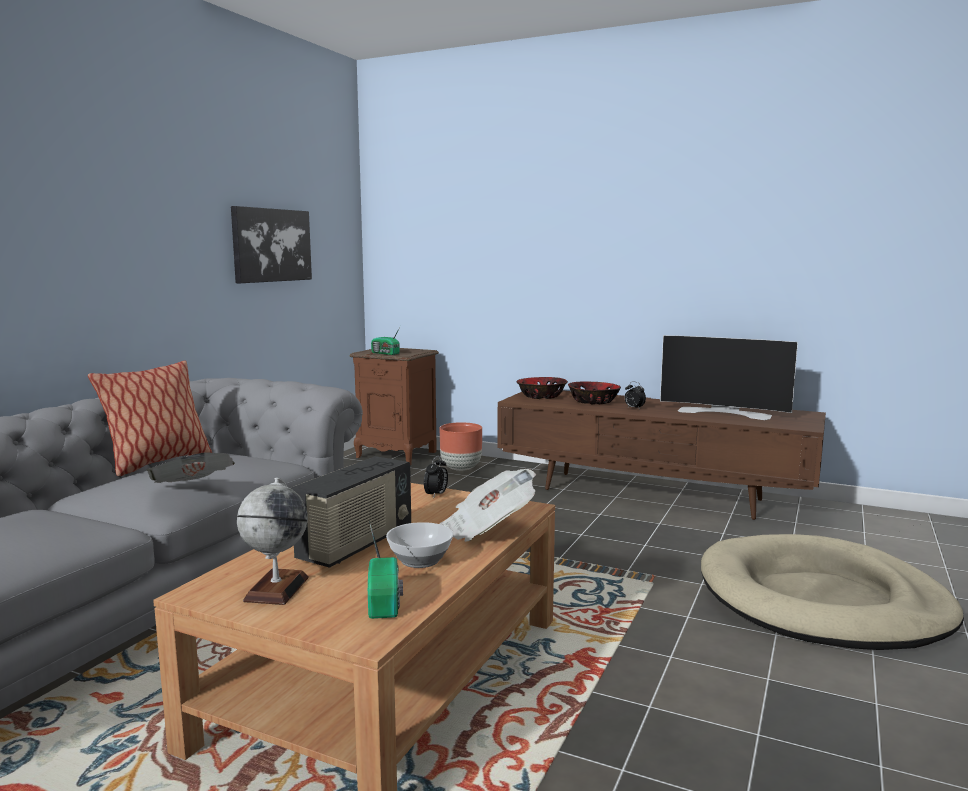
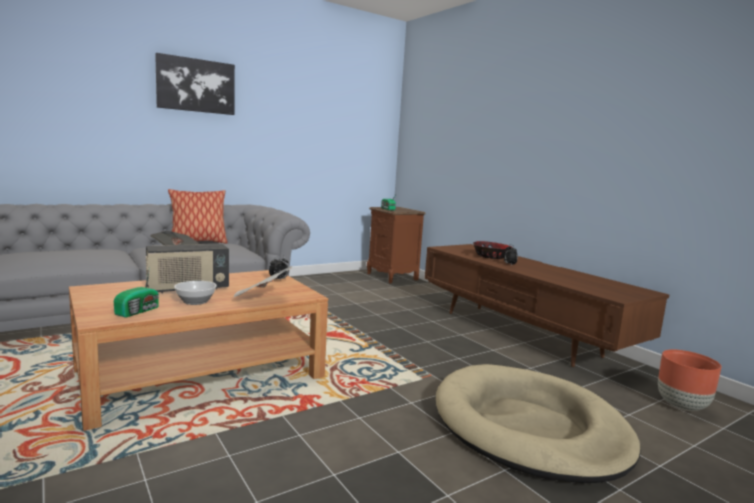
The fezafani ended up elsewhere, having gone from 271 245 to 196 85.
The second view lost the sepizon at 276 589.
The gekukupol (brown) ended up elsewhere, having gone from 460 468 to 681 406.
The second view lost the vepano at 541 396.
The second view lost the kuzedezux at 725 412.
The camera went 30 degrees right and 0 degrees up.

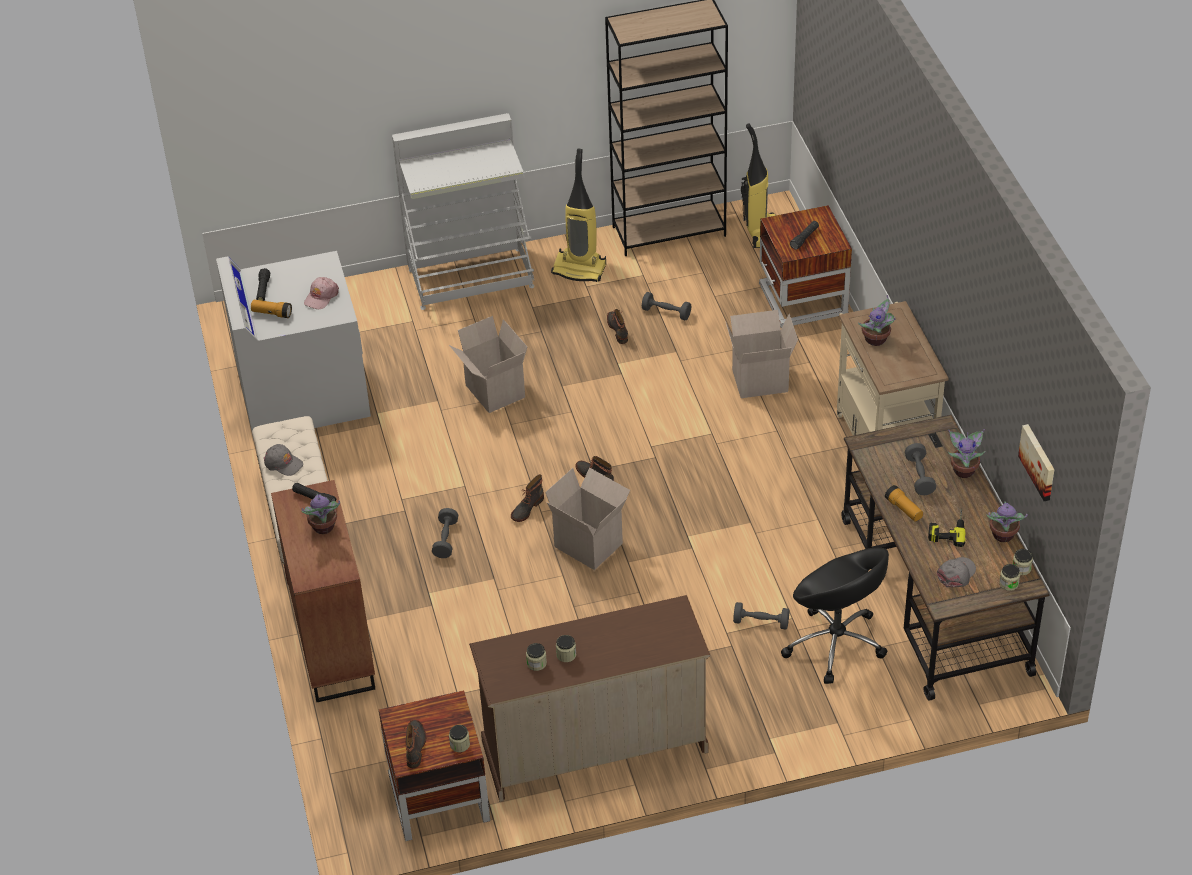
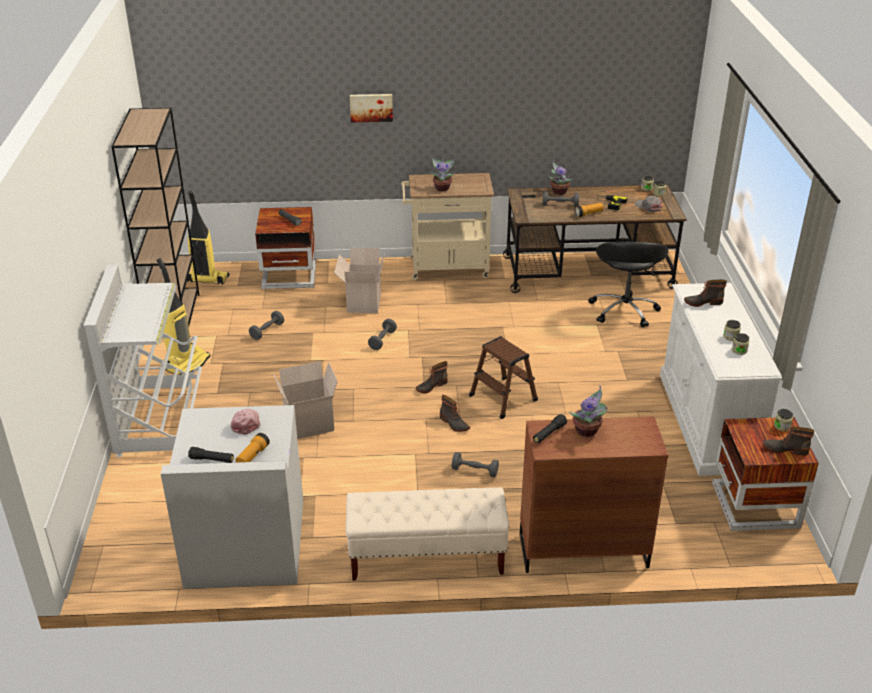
The second view lost the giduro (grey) at 283 463.
The giduro (pink) at 321 296 ended up facing another way, 135 degrees counterclockwise from before.
What was the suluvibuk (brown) at 593 746 turned into the suluvibuk (white) at 706 422.
Where the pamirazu stood at 590 544, the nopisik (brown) came to stand at 503 398.
The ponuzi ended up elsewhere, having gone from 618 329 to 702 302.
The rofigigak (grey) ended up elsewhere, having gone from 761 622 to 382 340.
The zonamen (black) at 836 645 ended up facing another way, 120 degrees clockwise from before.
The second view lost the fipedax at 1003 536.
The fezafani ended up elsewhere, having gone from 1039 462 to 371 107.
The camera went 80 degrees left and 10 degrees down.

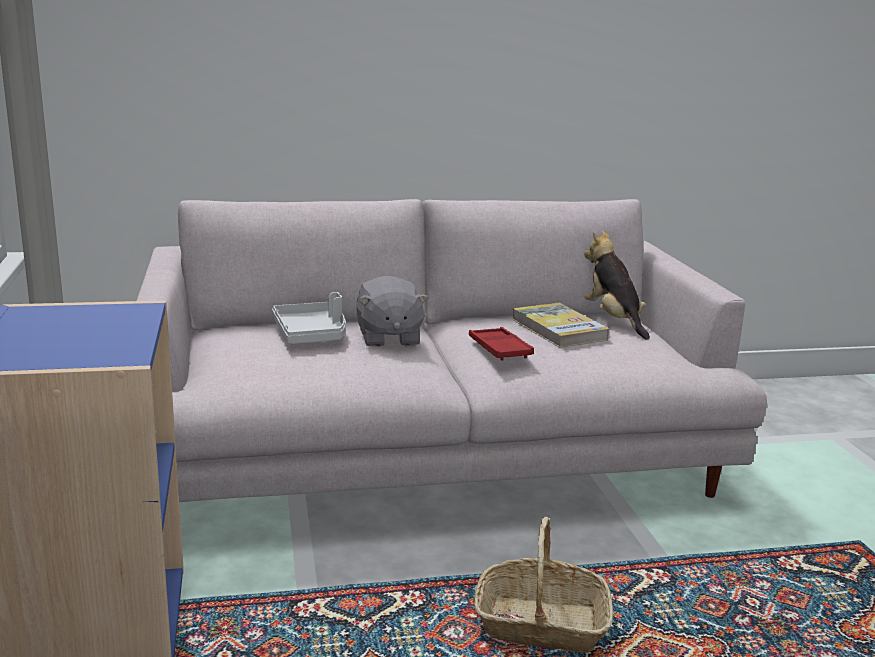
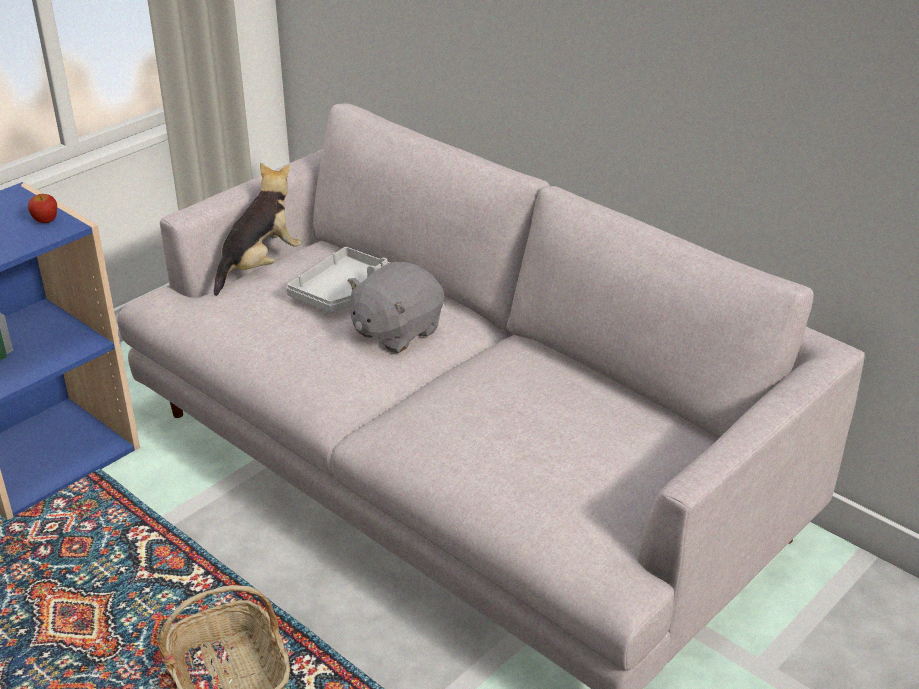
The second view lost the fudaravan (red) at 499 349.
The second view lost the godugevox at 558 329.
The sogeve ended up elsewhere, having gone from 613 320 to 259 266.
The second view gained the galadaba at 45 220.
The camera went 55 degrees right and 15 degrees up.

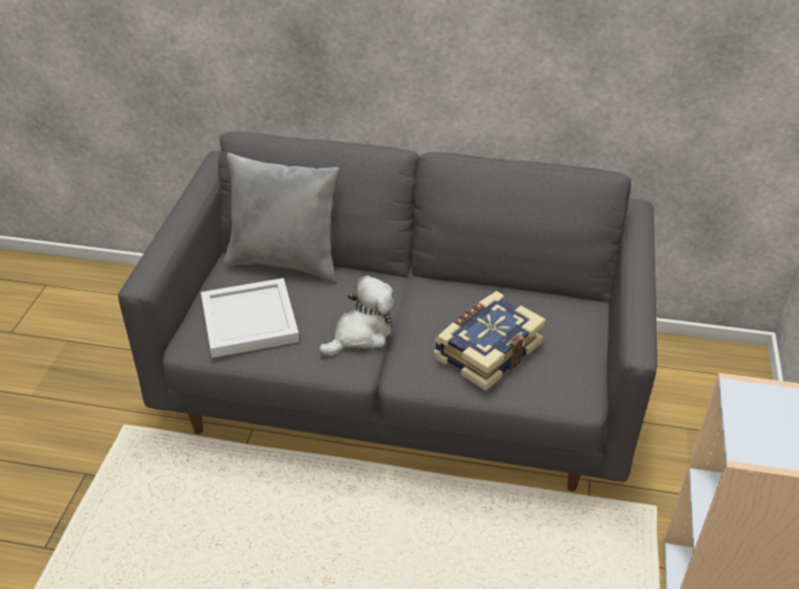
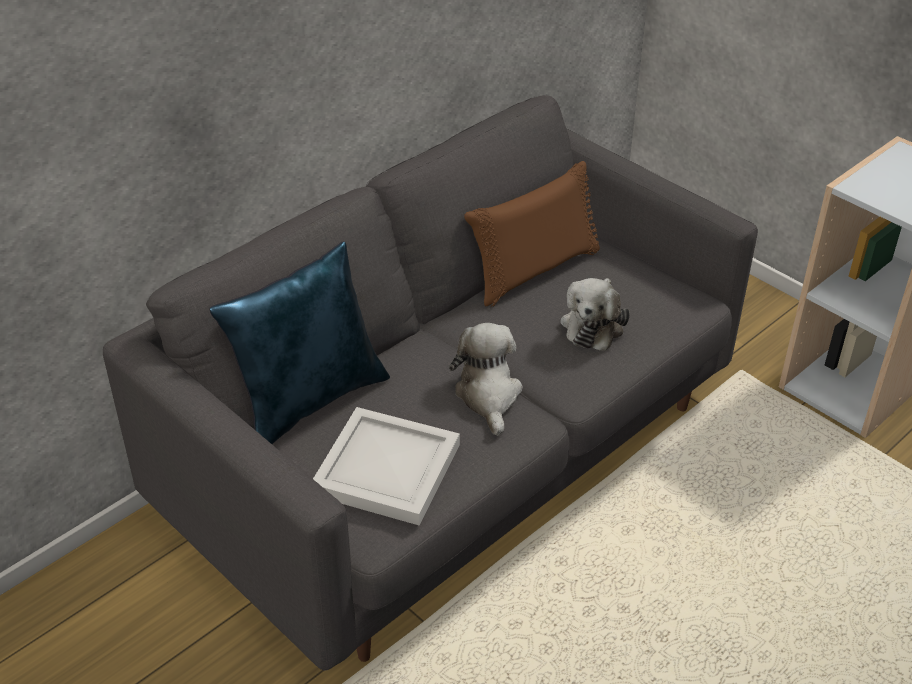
What was the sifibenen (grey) at 286 262 turned into the sifibenen (blue) at 310 400.
Where the godugevox stood at 486 350, the sogeve came to stand at 593 324.
The second view gained the sifibenen (brown) at 533 270.
The camera went 55 degrees left and 0 degrees up.

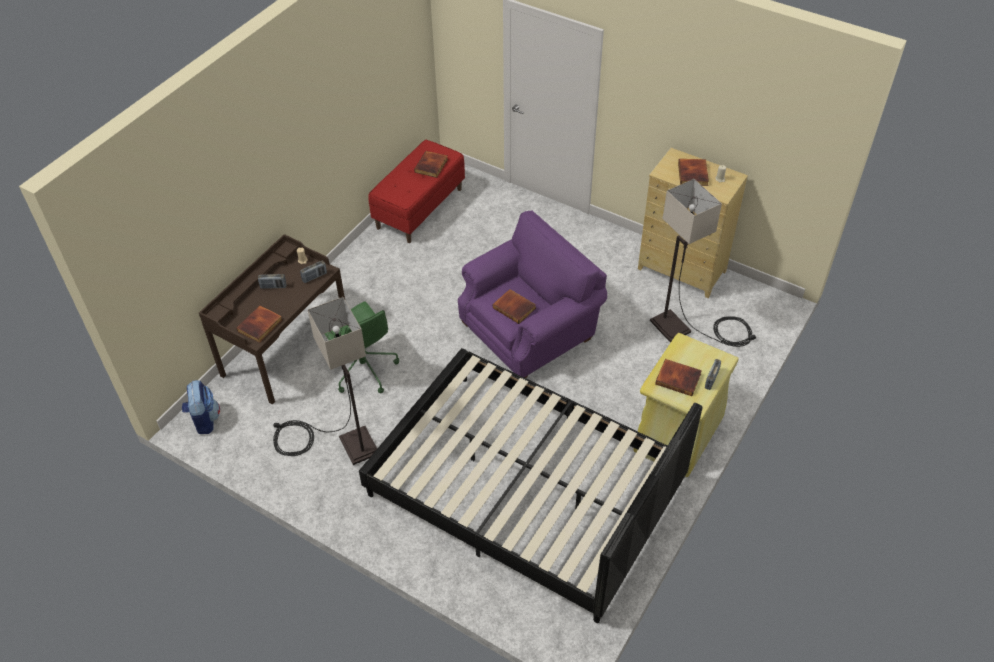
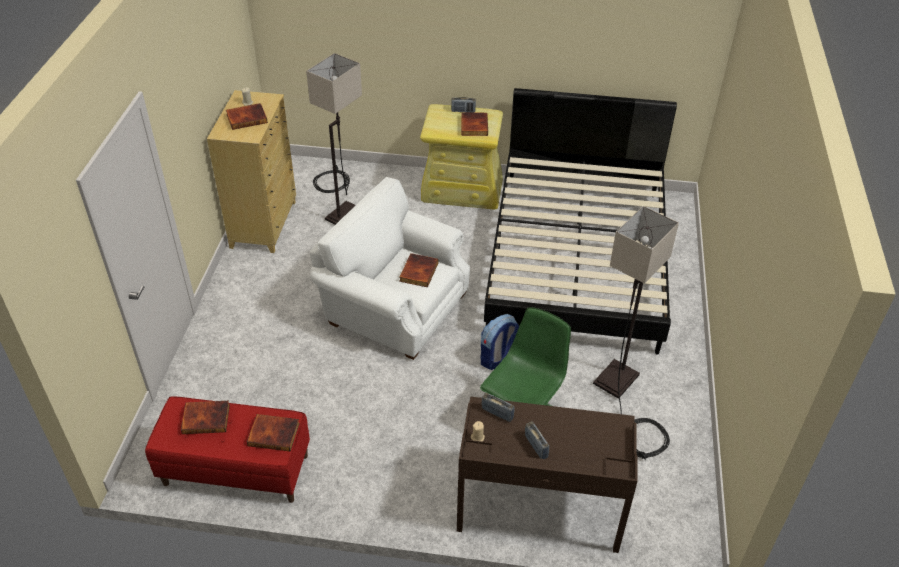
The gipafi ended up elsewhere, having gone from 204 420 to 498 358.
The godugevox ended up elsewhere, having gone from 260 326 to 274 433.
What was the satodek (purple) at 530 328 turned into the satodek (white) at 394 306.
The camera went 115 degrees left and 5 degrees down.

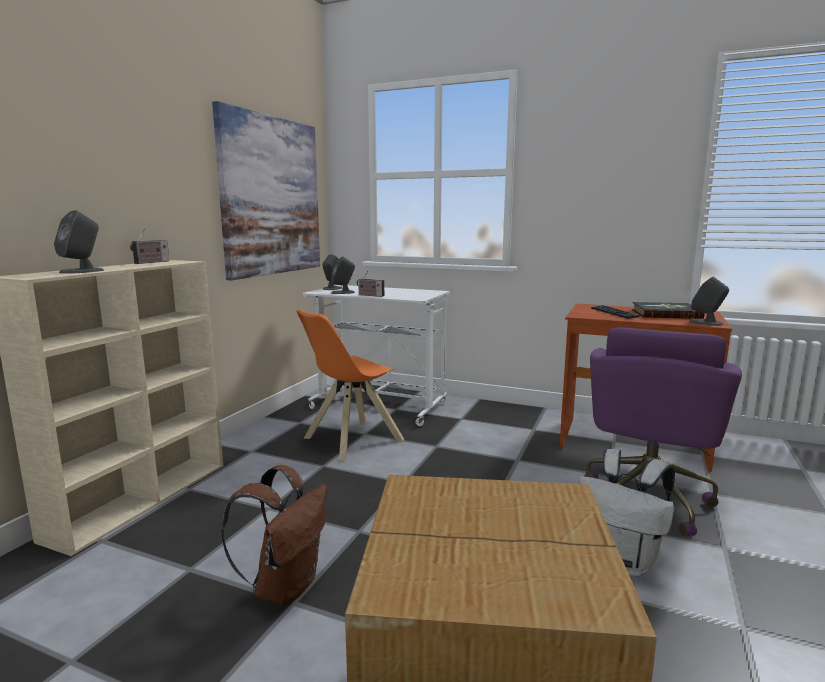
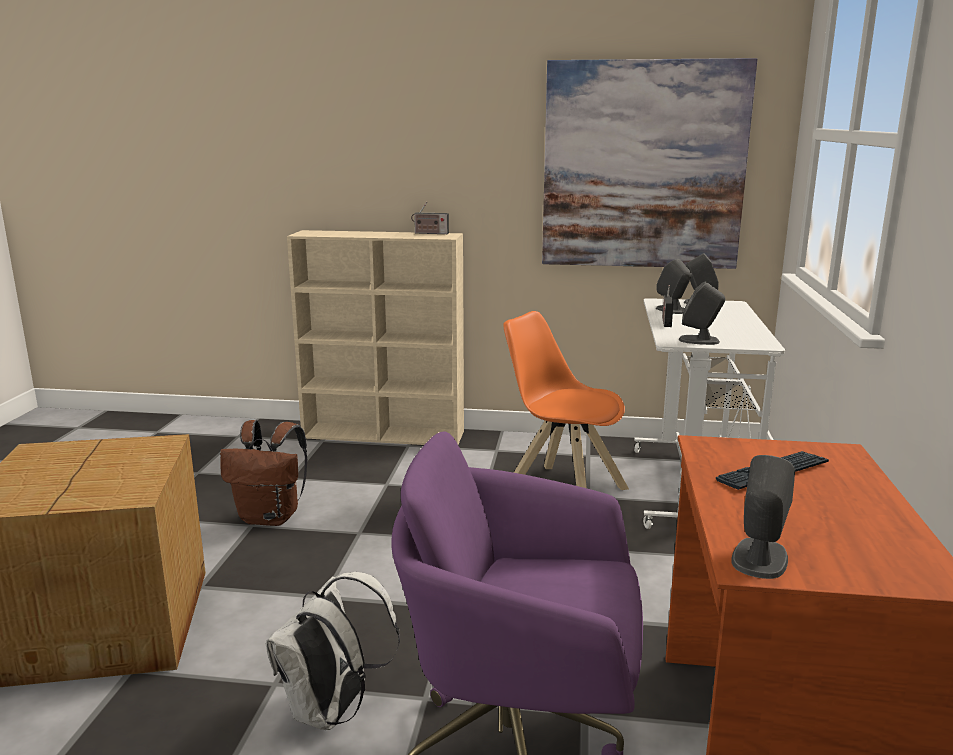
The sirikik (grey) ended up elsewhere, having gone from 82 271 to 699 340.
The second view lost the godugevox at 665 314.
The camera went 75 degrees right and 5 degrees up.

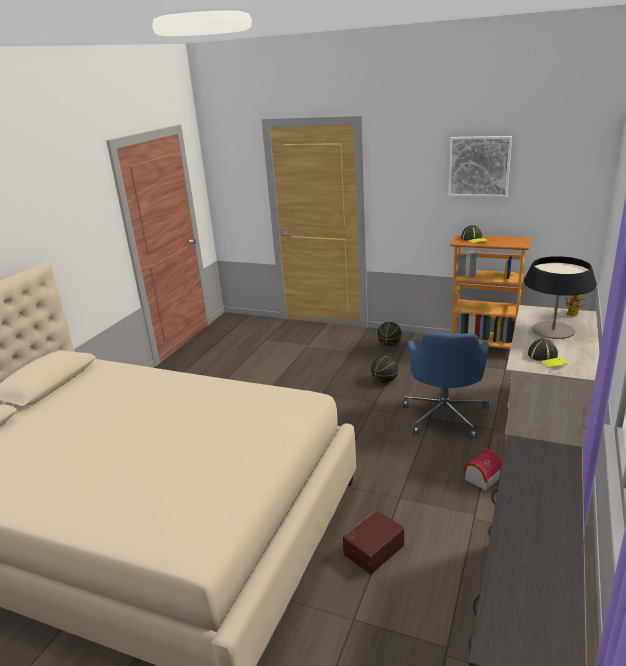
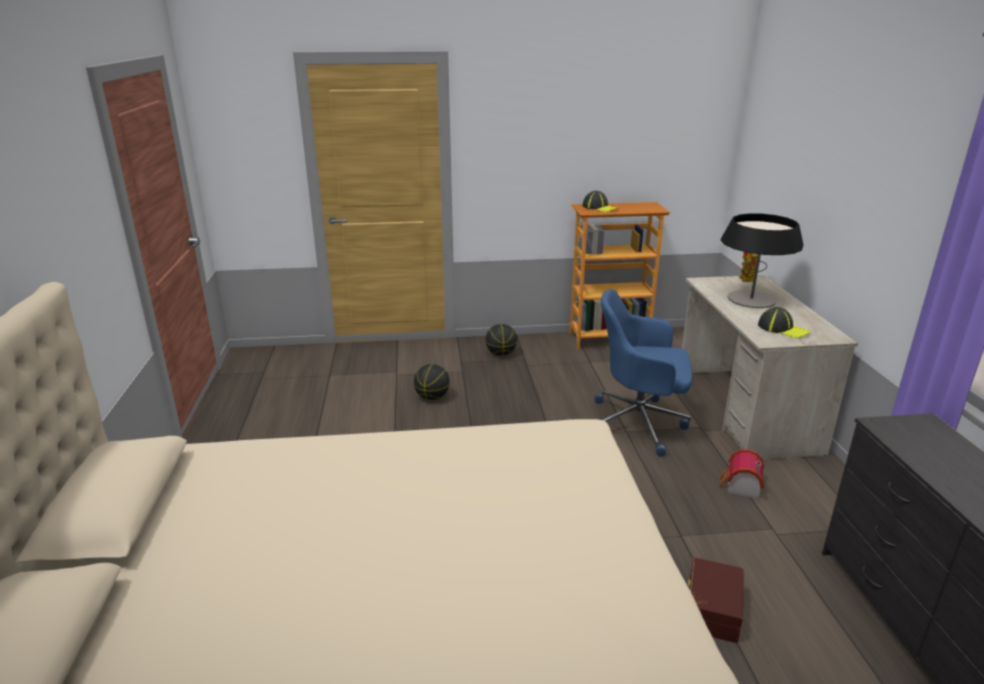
The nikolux ended up elsewhere, having gone from 384 381 to 432 397.
The zonamen (blue) at 445 415 ended up facing another way, 120 degrees clockwise from before.
The second view lost the fezafani at 479 166.
The camera went 30 degrees left and 0 degrees up.

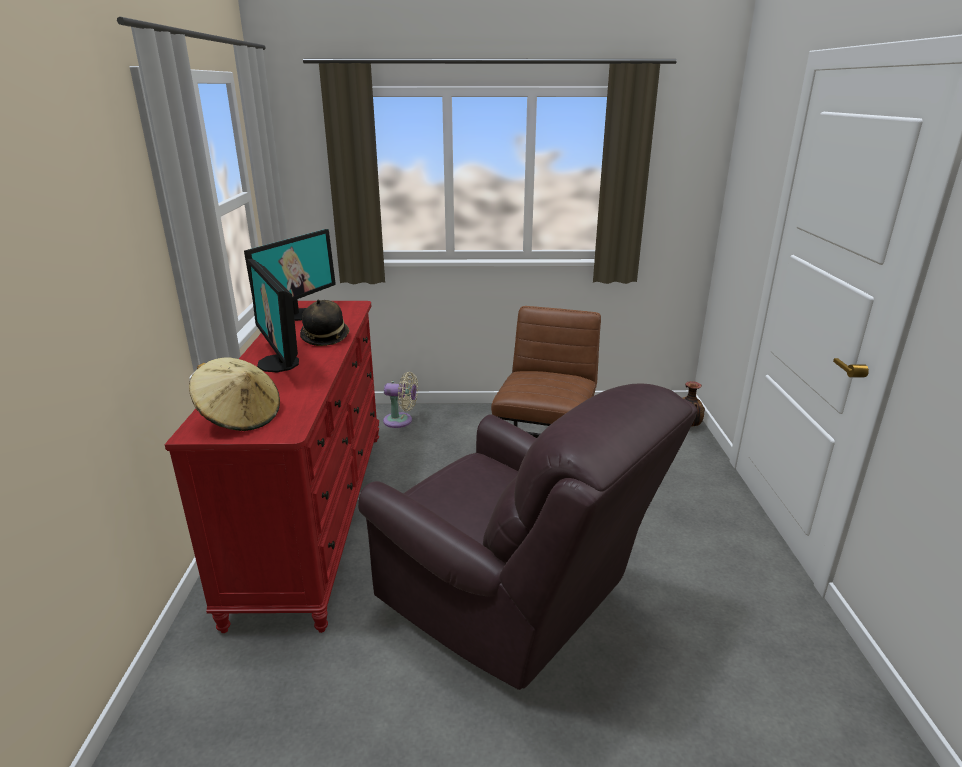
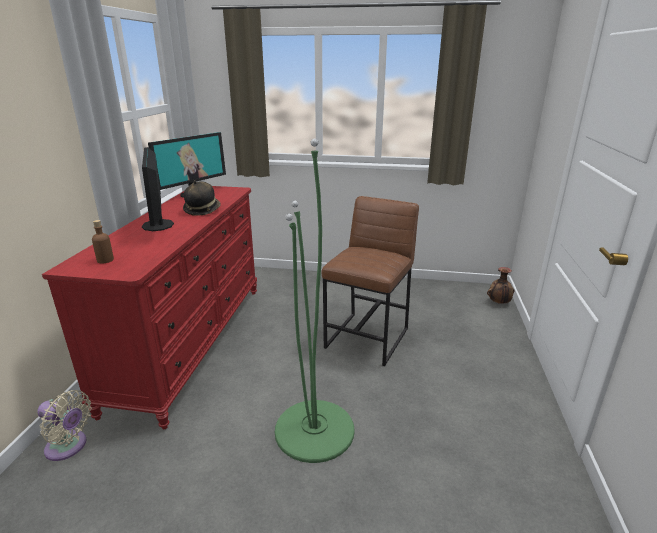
Where the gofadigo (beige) stood at 240 418, the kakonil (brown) came to stand at 105 260.
Where the satodek (brown) stood at 515 607, the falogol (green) came to stand at 314 430.
The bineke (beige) ended up elsewhere, having gone from 401 421 to 69 447.
The camera went 10 degrees right and 0 degrees up.

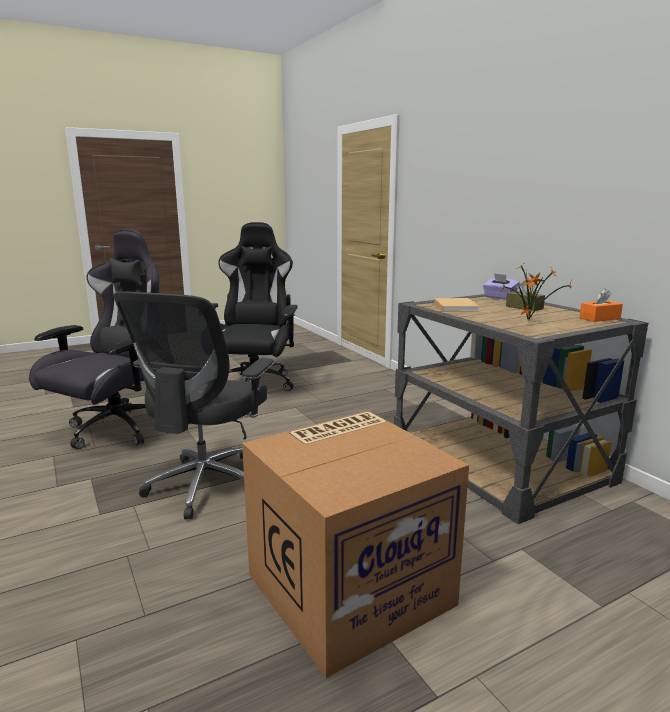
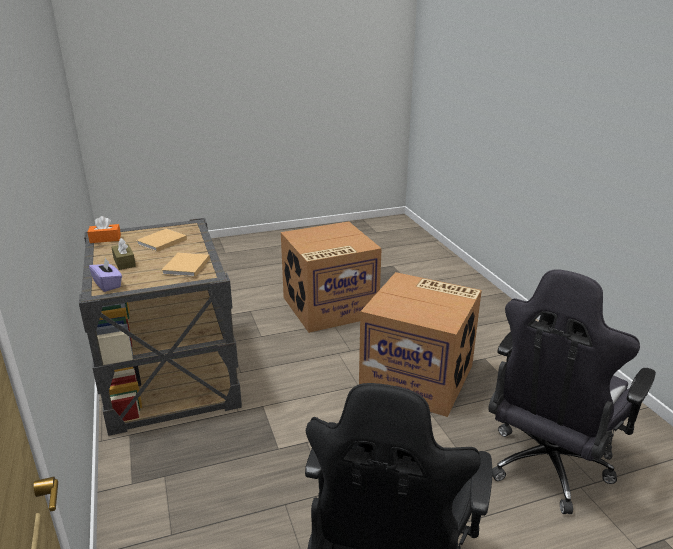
Where the zonamen stood at 204 482, the pamirazu came to stand at 419 377.
Where the fipedax stood at 529 320, the godugevox (beige) came to stand at 161 242.
The camera went 170 degrees left and 10 degrees up.

